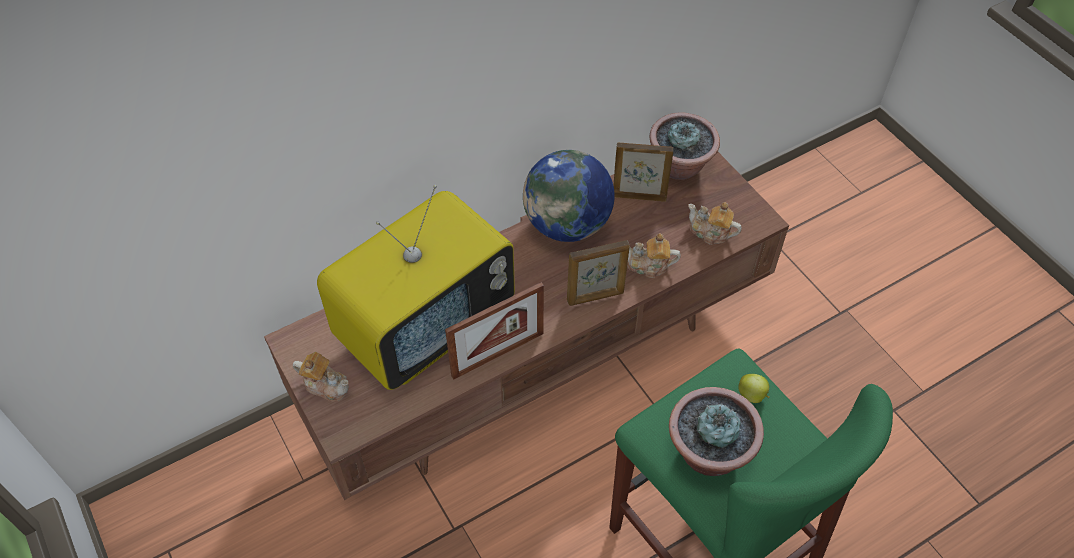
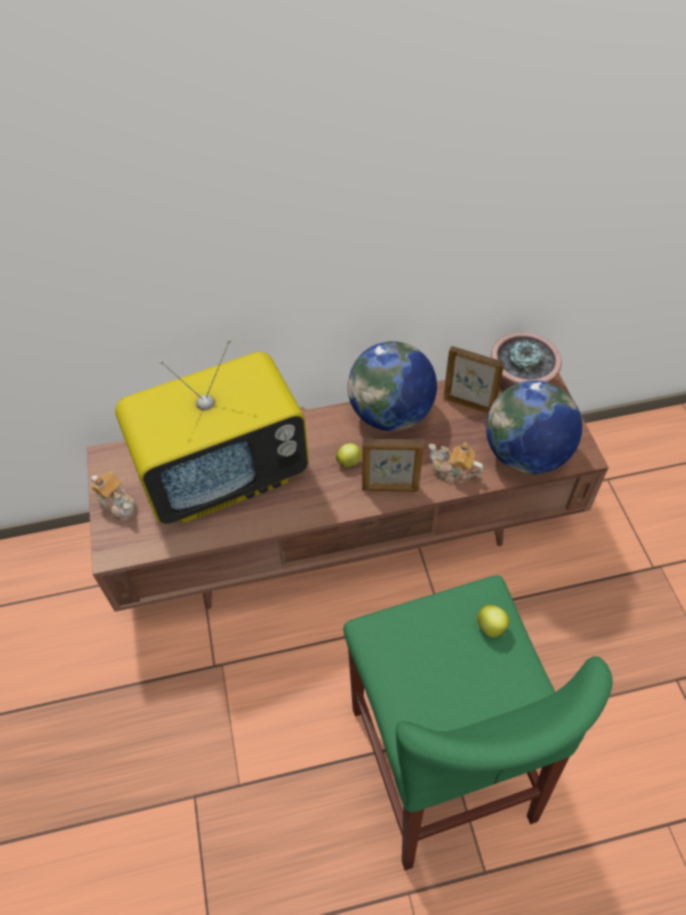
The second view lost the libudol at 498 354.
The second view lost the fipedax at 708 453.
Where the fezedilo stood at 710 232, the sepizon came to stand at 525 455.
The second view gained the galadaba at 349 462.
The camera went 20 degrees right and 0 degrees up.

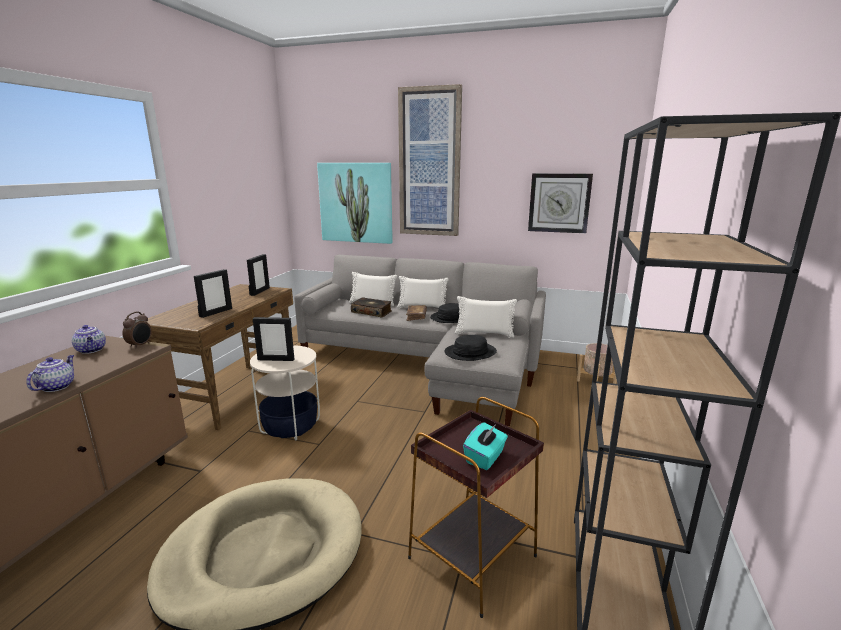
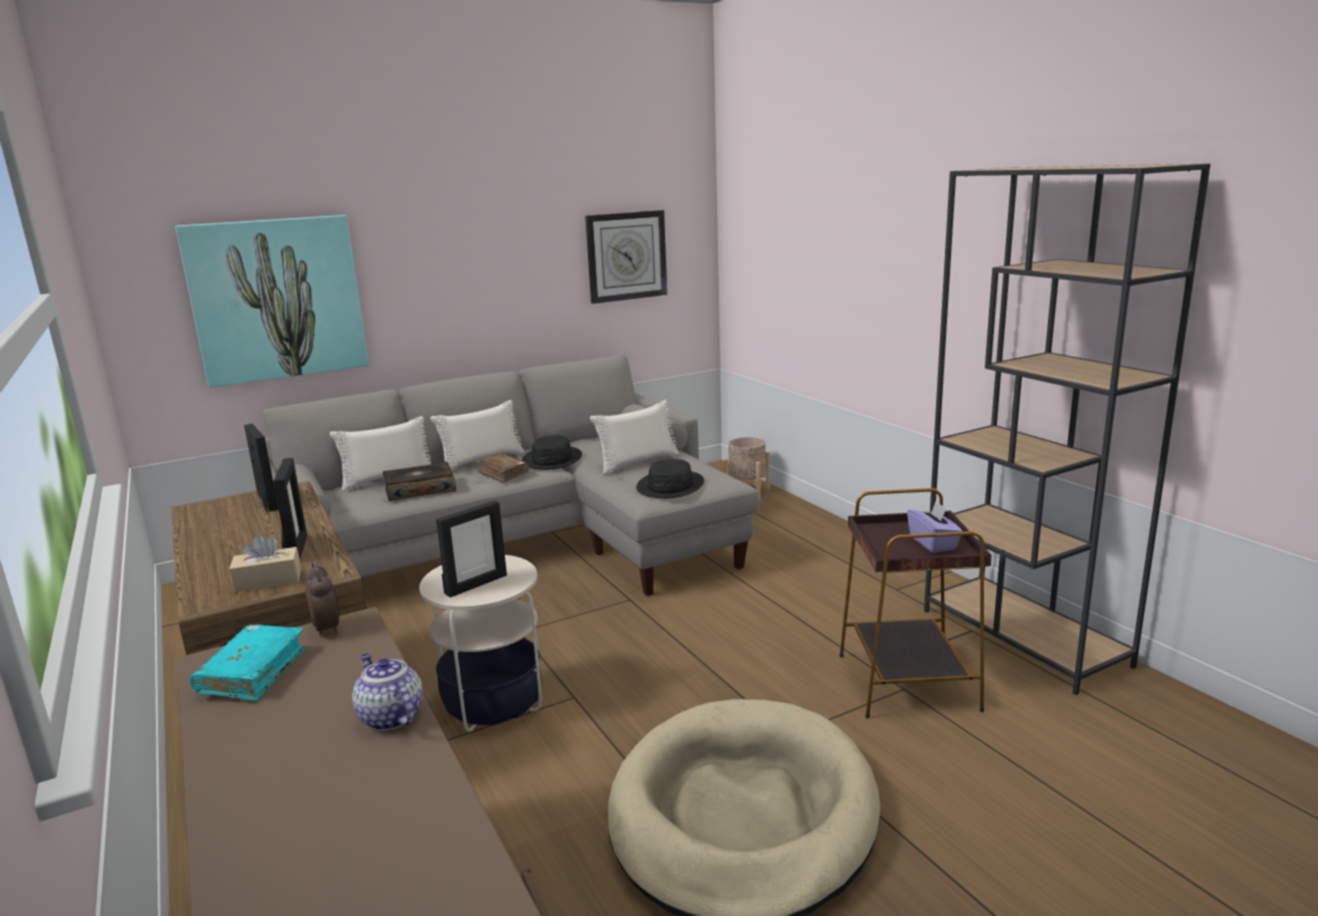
Where the fezedilo stood at 92 350, the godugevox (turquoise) came to stand at 253 673.
The second view lost the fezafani at 429 163.
What was the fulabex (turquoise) at 485 457 turned into the fulabex (purple) at 933 543.
The second view gained the fulabex (beige) at 268 581.
The camera went 45 degrees left and 0 degrees up.

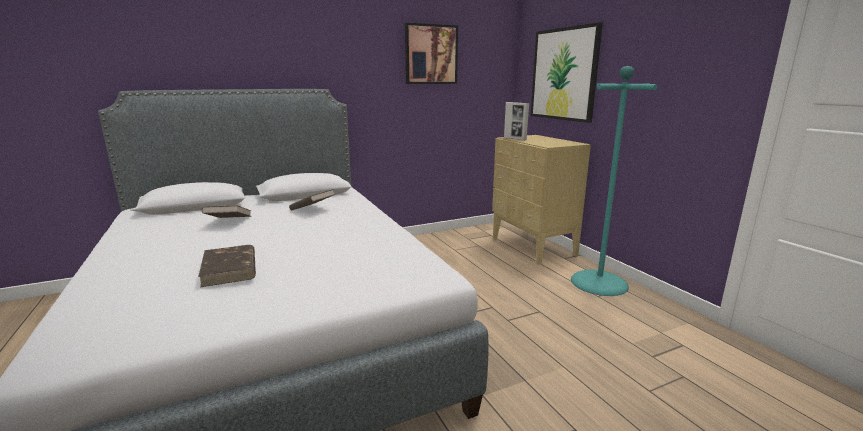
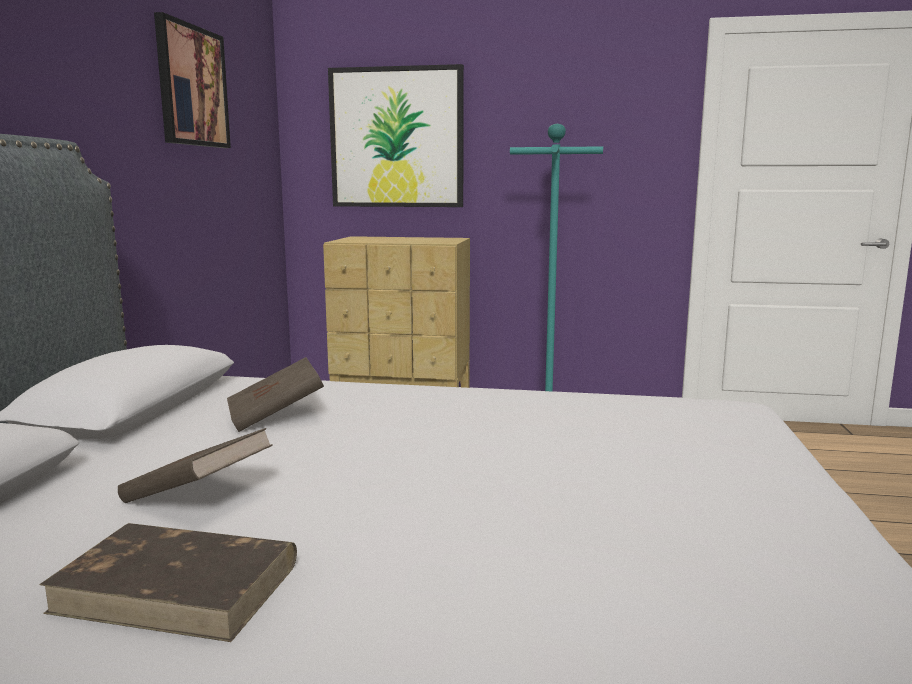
The godugevox (brown) ended up elsewhere, having gone from 230 269 to 180 587.
The second view lost the libudol at 515 139.
The camera went 55 degrees left and 5 degrees down.

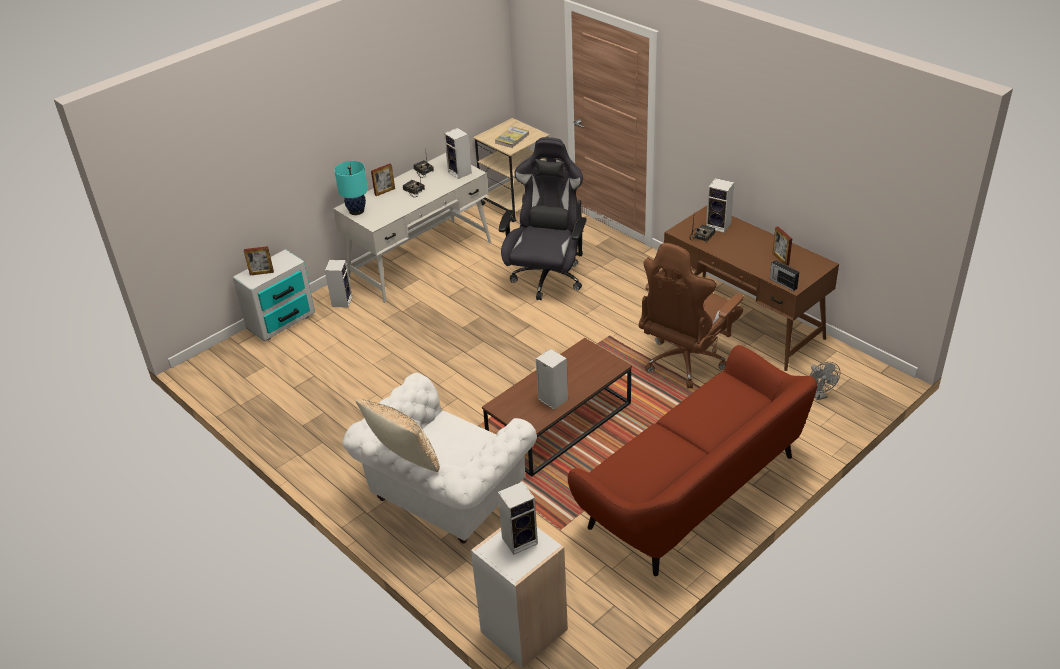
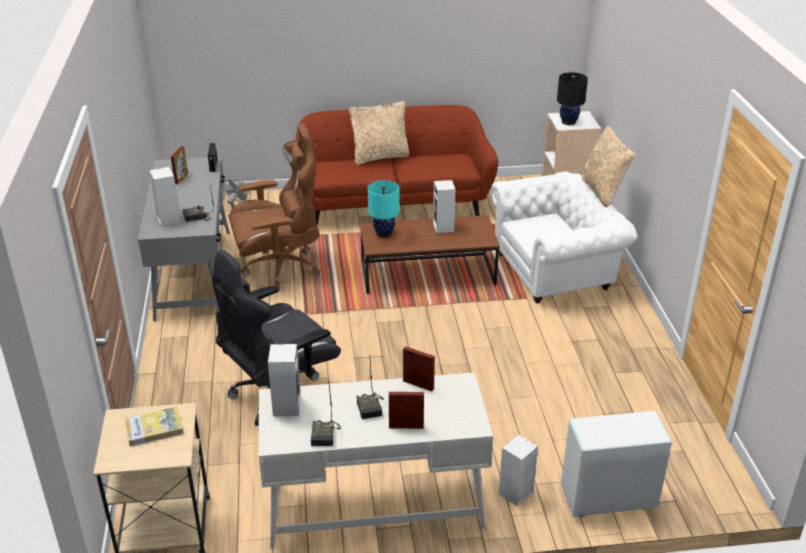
The libudol ended up elsewhere, having gone from 261 273 to 418 385.
The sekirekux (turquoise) ended up elsewhere, having gone from 356 211 to 383 233.
Where the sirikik stood at 520 540, the sekirekux (black) came to stand at 568 122.
What was the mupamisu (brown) at 742 322 turned into the mupamisu (grey) at 194 273.
The second view gained the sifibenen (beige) at 380 157.
The camera went 145 degrees left and 5 degrees down.

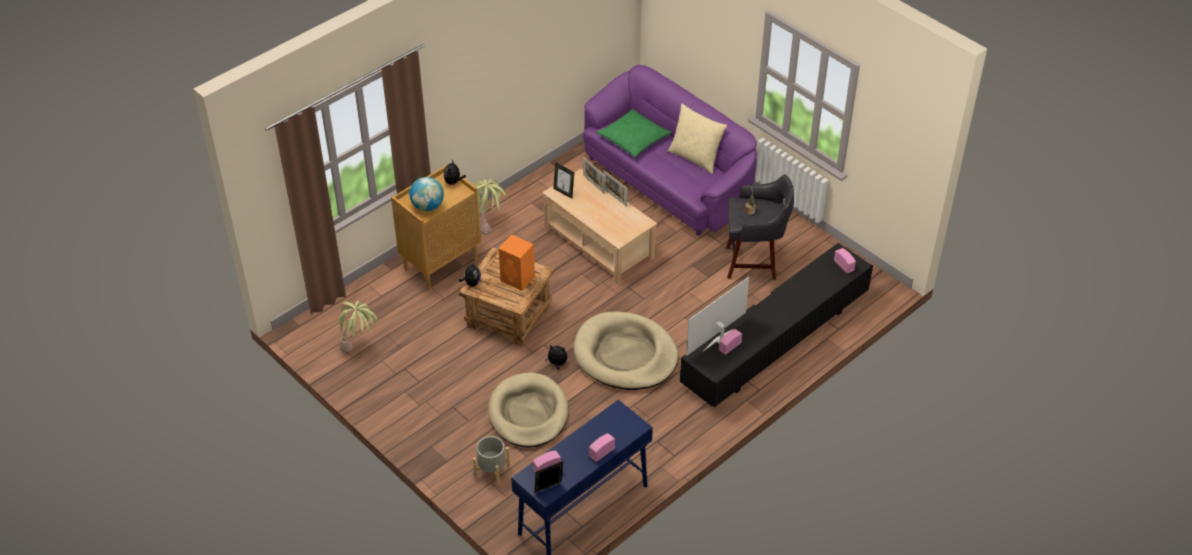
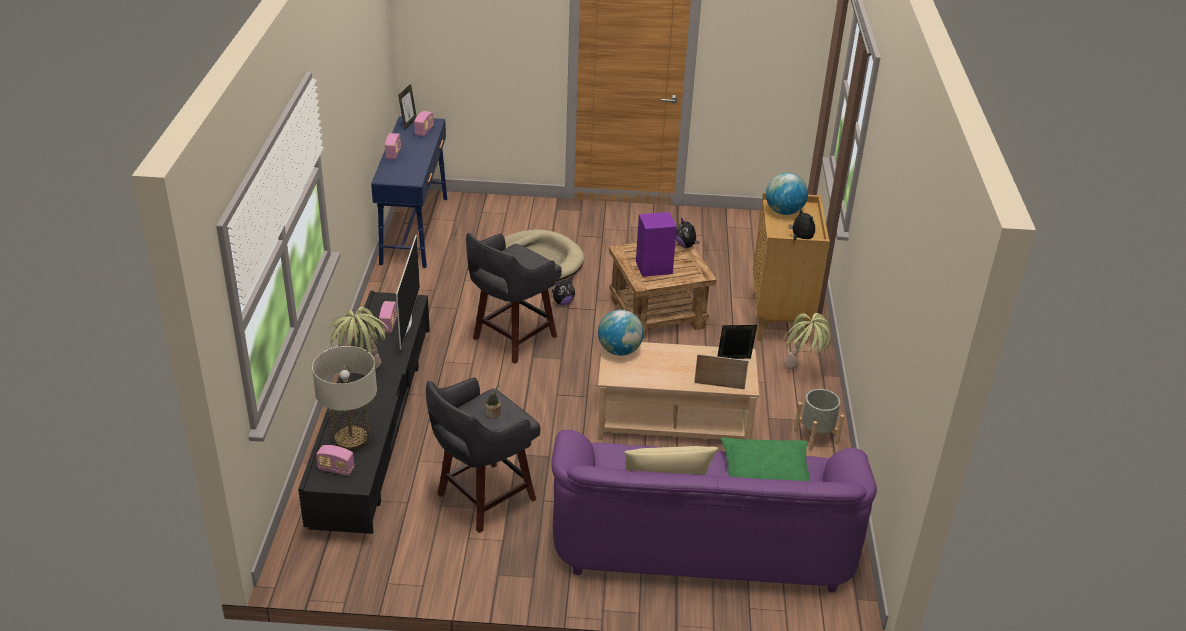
The fipedax ended up elsewhere, having gone from 360 346 to 362 376.
The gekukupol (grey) ended up elsewhere, having gone from 492 471 to 816 437.
What was the sirikik (orange) at 518 279 turned into the sirikik (purple) at 653 267.
Where the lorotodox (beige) stood at 625 355, the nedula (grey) came to stand at 512 339.
The second view lost the libudol at 615 197.
The second view gained the sekirekux at 351 440.
The second view gained the sepizon at 619 351.
The camera went 135 degrees right and 10 degrees down.

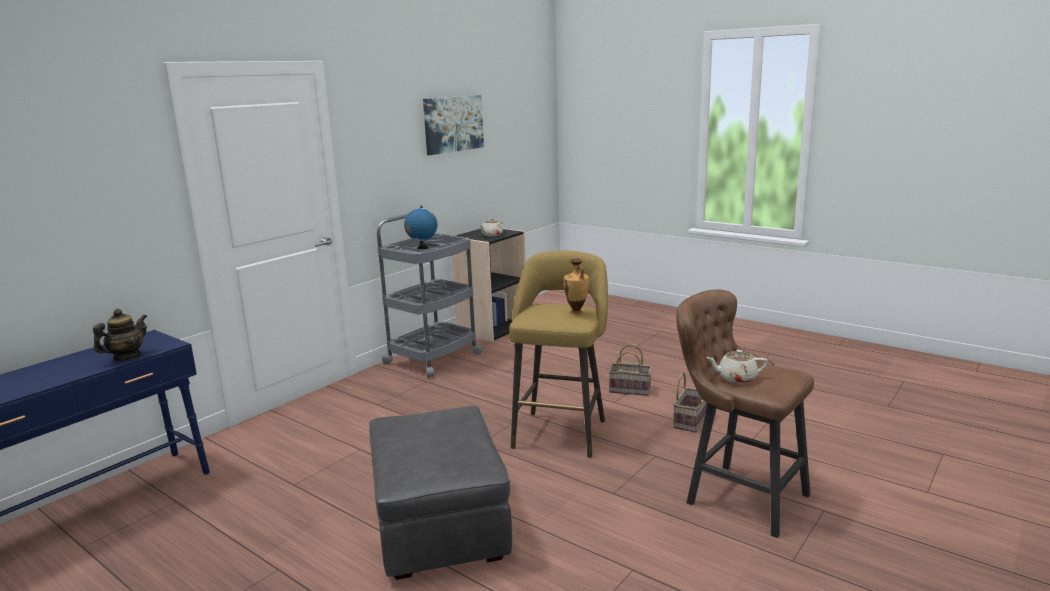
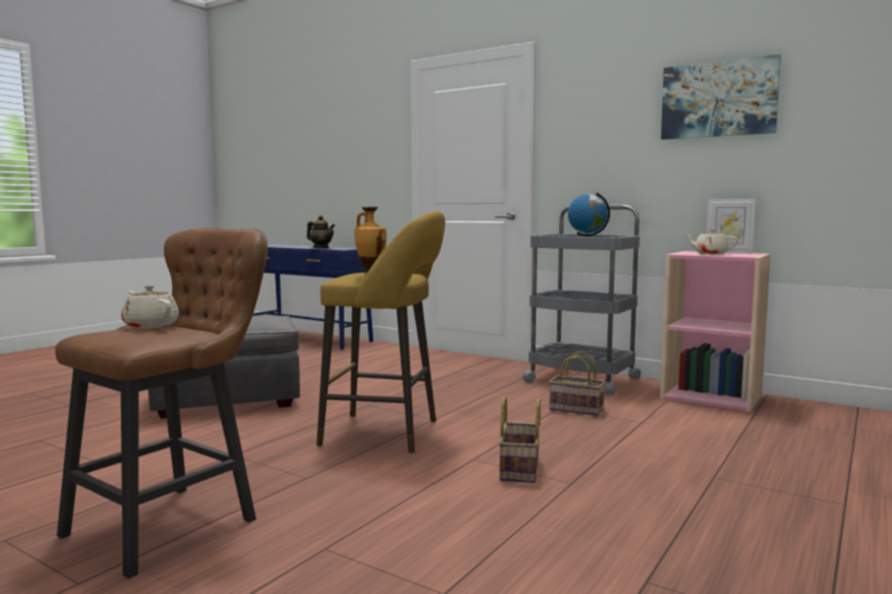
What was the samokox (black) at 492 328 turned into the samokox (pink) at 712 396.
The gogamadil ended up elsewhere, having gone from 691 421 to 574 409.
The fezedilo (beige) at 736 378 ended up facing another way, 45 degrees counterclockwise from before.
The second view gained the libudol at 728 252.
The camera went 85 degrees right and 10 degrees down.

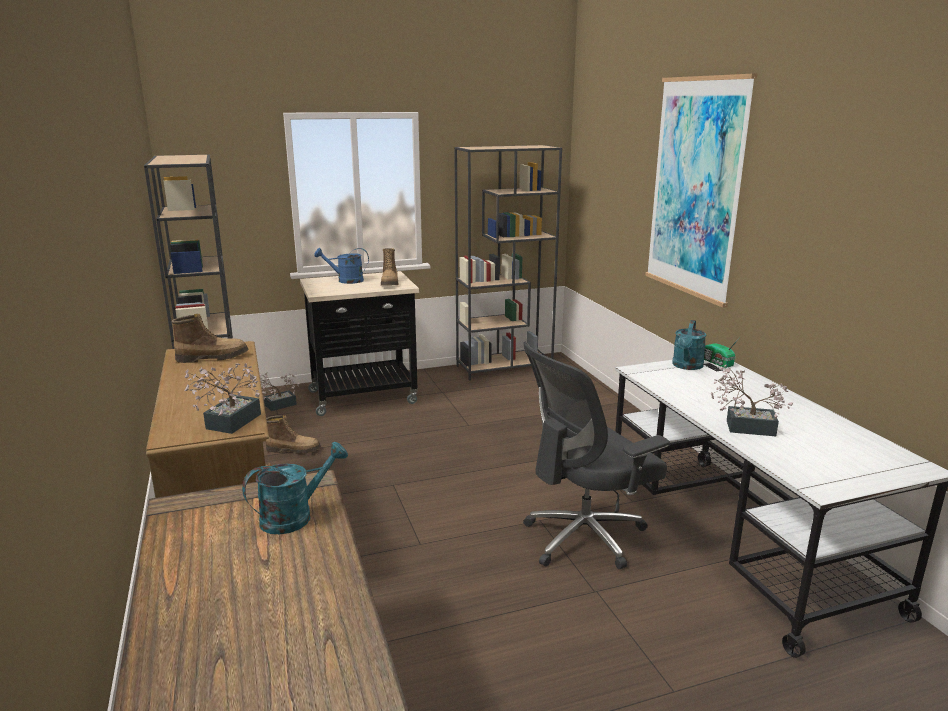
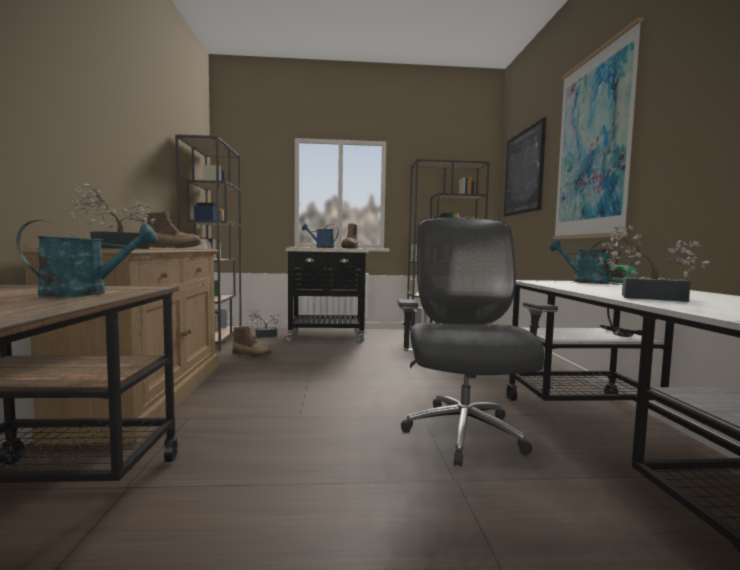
The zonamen at 585 536 ended up facing another way, 105 degrees clockwise from before.
The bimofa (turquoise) at 687 366 ended up facing another way, 105 degrees clockwise from before.
The second view gained the fezafani at 523 172.
The camera went 15 degrees right and 15 degrees down.

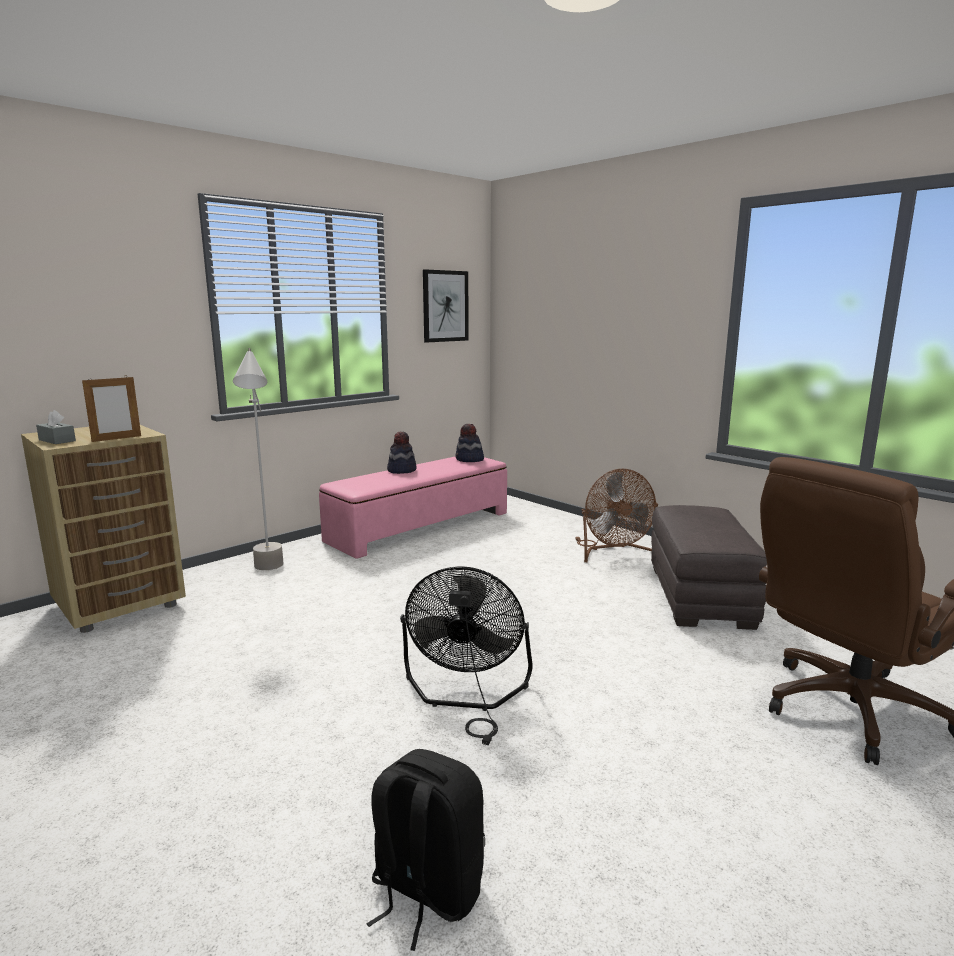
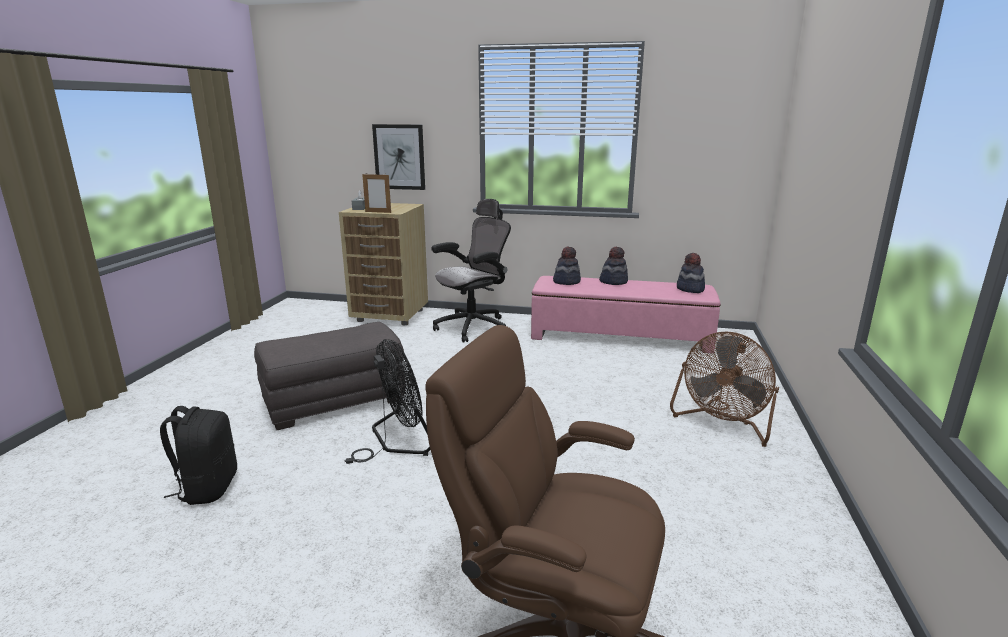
Where the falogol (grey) stood at 269 573, the zonamen came to stand at 473 327.
The fezafani ended up elsewhere, having gone from 445 306 to 399 157.
The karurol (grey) ended up elsewhere, having gone from 700 596 to 334 401.
The second view gained the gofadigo at 566 281.
The camera went 55 degrees right and 5 degrees up.

